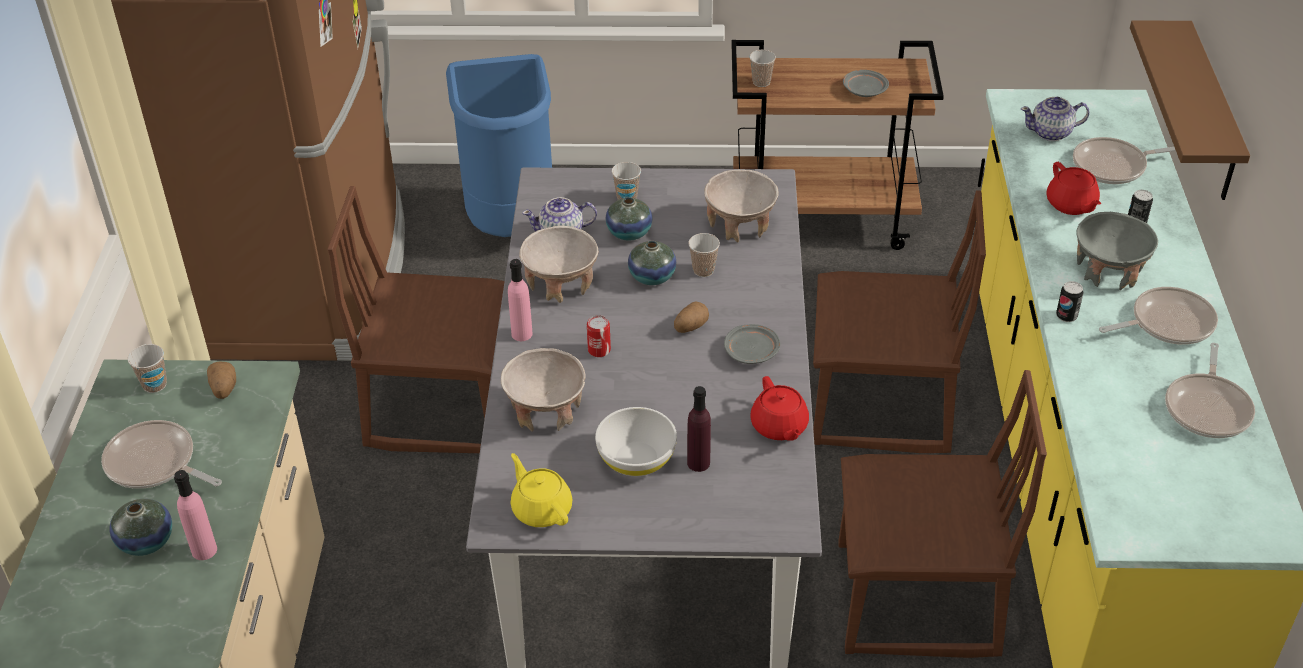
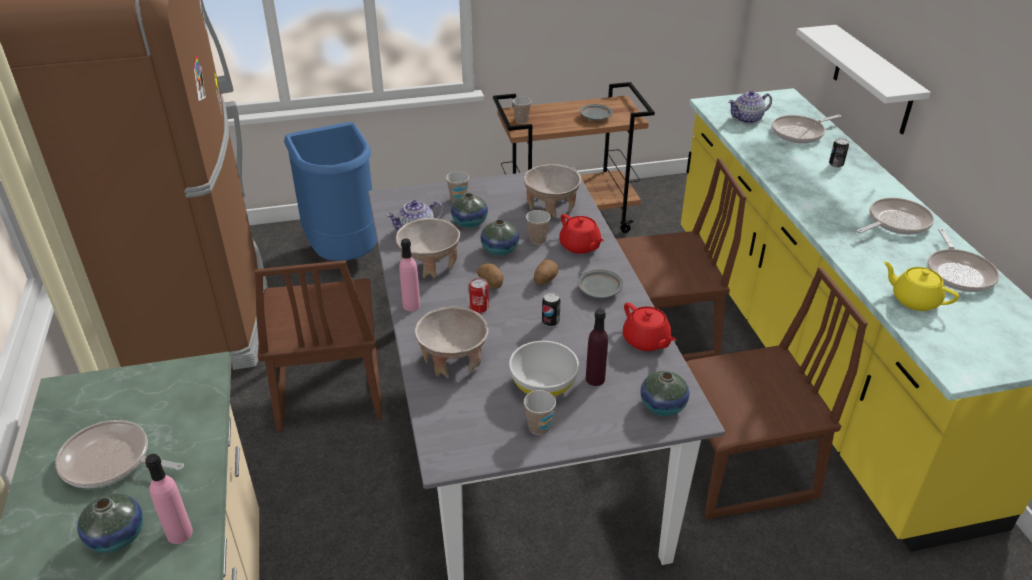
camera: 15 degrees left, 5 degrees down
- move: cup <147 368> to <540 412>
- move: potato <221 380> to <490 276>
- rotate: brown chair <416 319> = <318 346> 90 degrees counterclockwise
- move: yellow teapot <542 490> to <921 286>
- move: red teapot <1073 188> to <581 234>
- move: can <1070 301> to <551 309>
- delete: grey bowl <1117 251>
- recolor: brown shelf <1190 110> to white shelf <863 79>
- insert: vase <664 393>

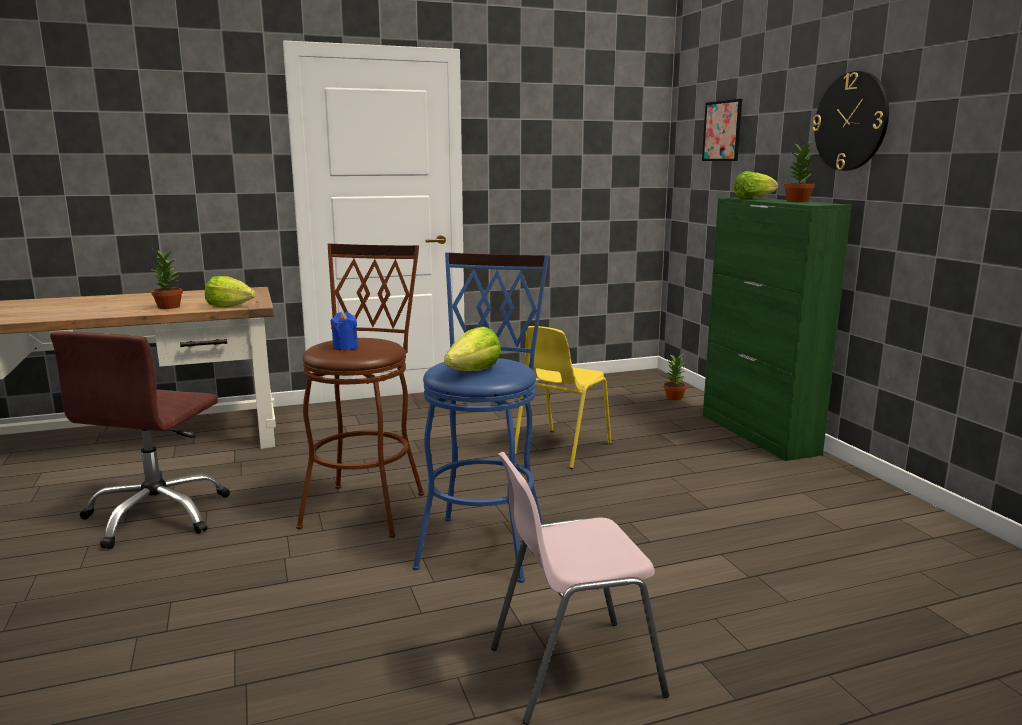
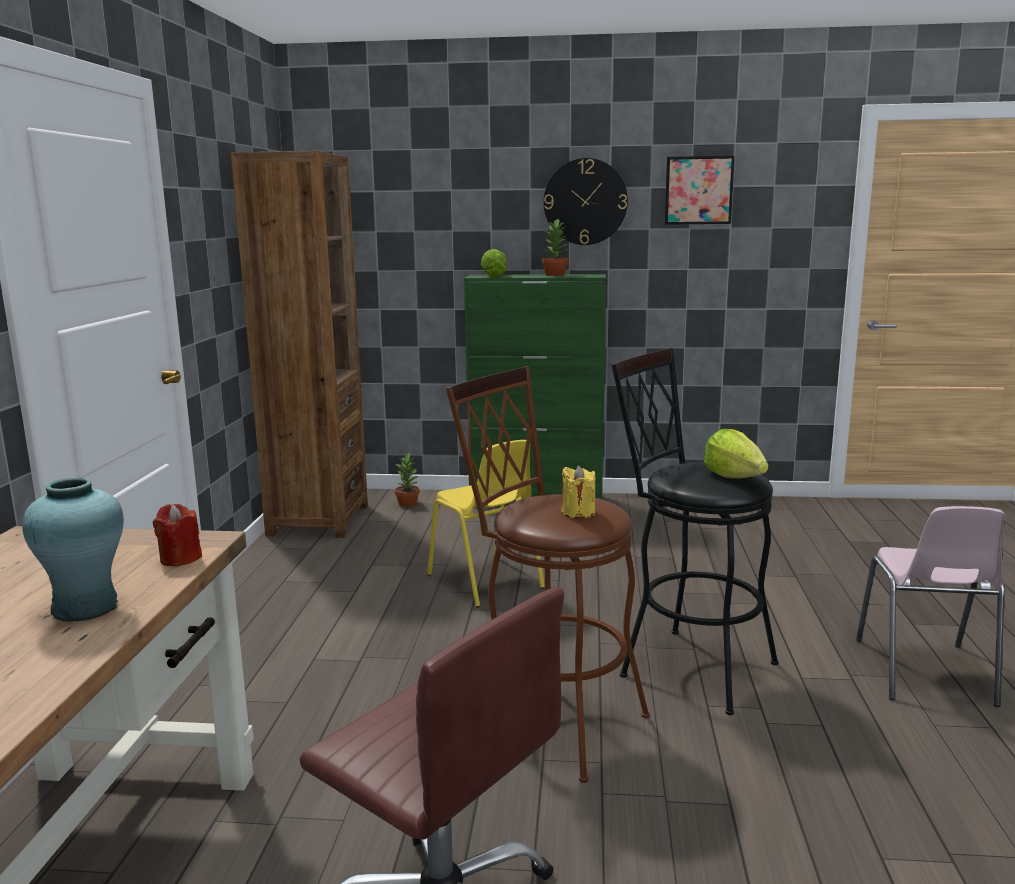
camera: 65 degrees left, 0 degrees up
- replace: potted plant <167 279> to turquoise vase <73 550>
- replace: lettuce <230 292> to red candle <177 535>
- recolor: blue candle <344 330> to yellow candle <578 492>
- recolor: blue stool <481 417> to black stool <695 531>
- move: picture <722 130> to <700 190>
- insert: brown bookcase <299 344>

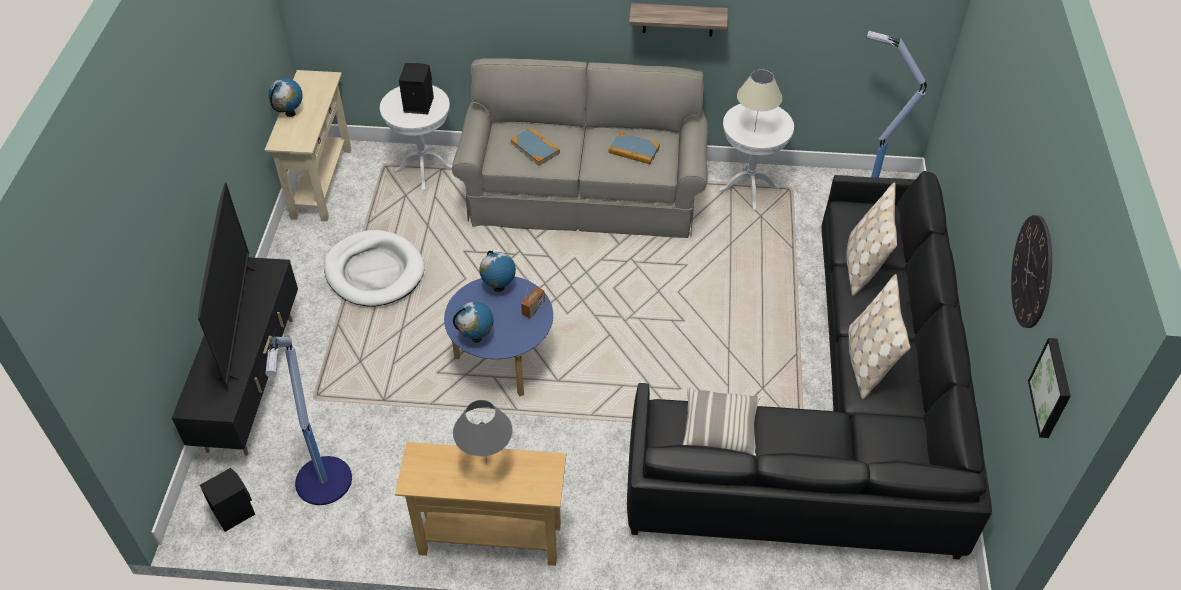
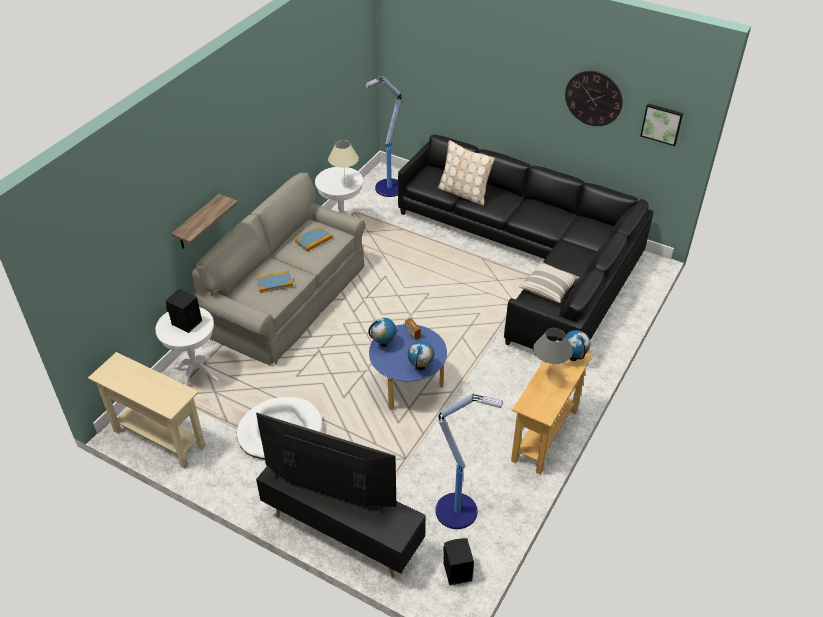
camera: 65 degrees left, 5 degrees down
- move: globe <286 97> to <578 345>
- move: shelf <678 19> to <204 221>
- delete: beige pillow <879 336>

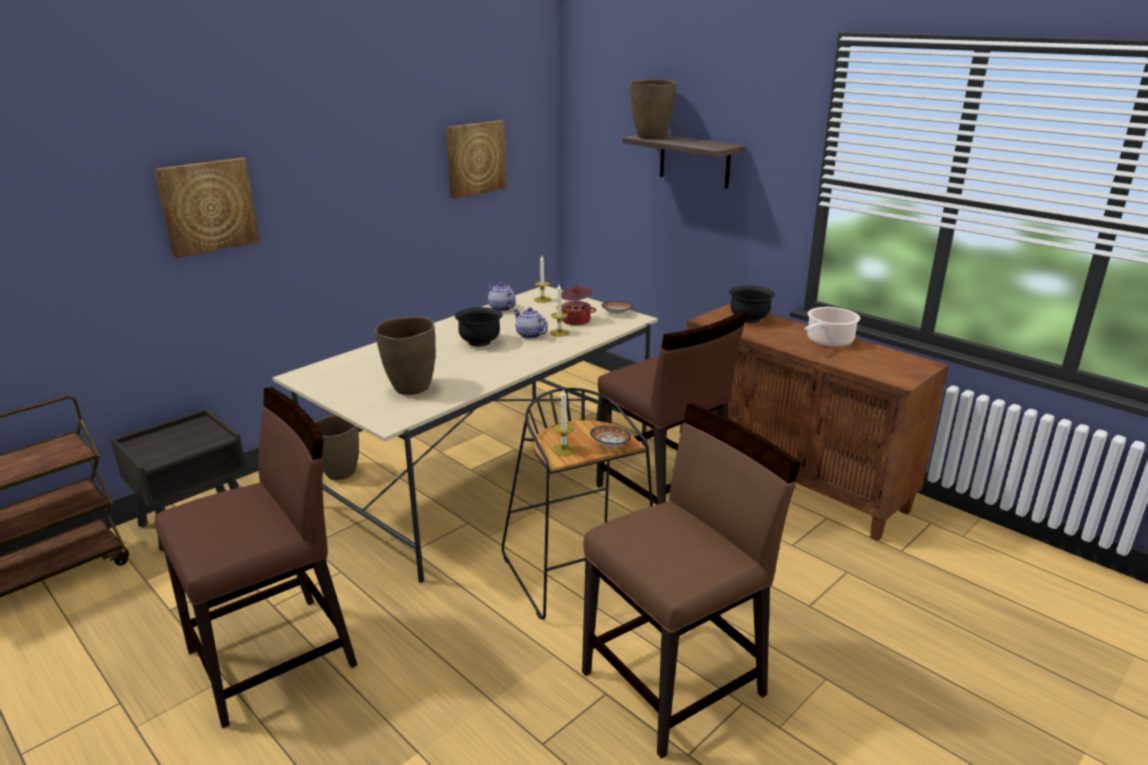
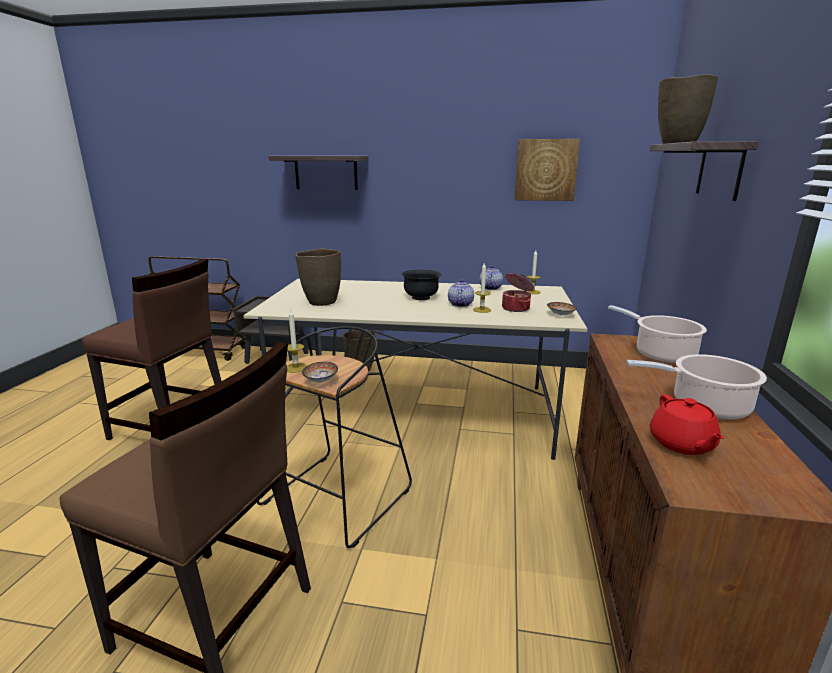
camera: 55 degrees right, 5 degrees down
- replace: picture <207 207> to shelf <318 173>
- delete: brown chair <671 407>
- replace: black bowl <752 304> to cooking pot <657 334>
- insert: red teapot <687 424>

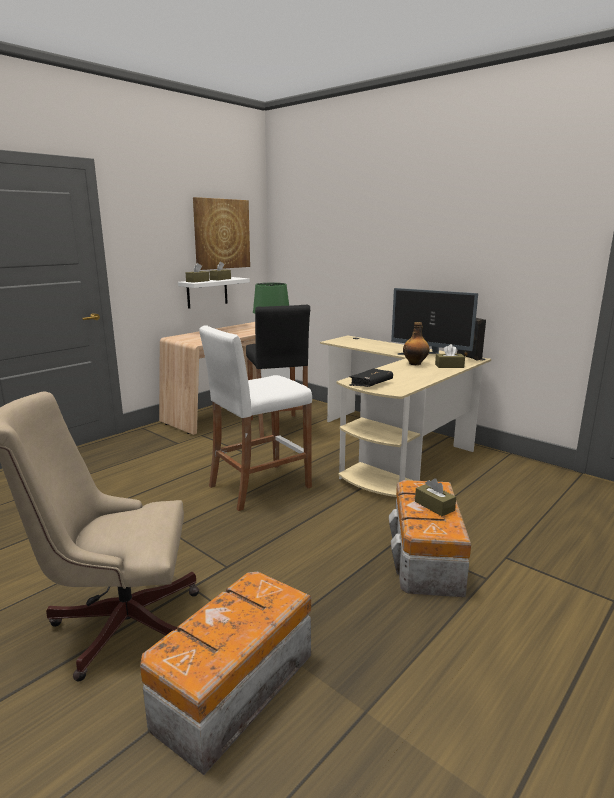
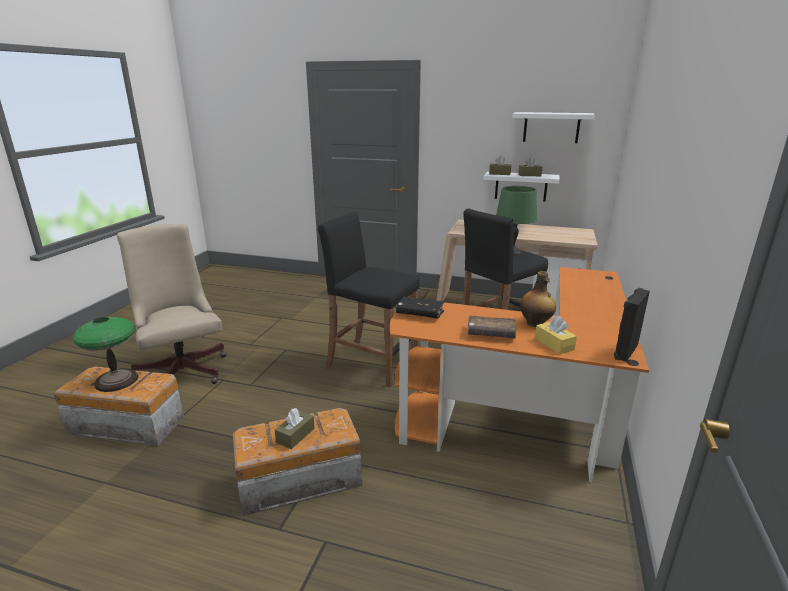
camera: 65 degrees right, 5 degrees up
- replace: picture <221 233> to white shelf <554 127>
- recolor: white stool <255 418> to black stool <369 299>
- recolor: beige desk <405 416> to orange desk <519 374>
- delete: monitor <434 321>
- recolor: brown tissue box <450 356> to yellow tissue box <556 335>
- insert: table lamp <105 354>
- insert: brown book <492 327>

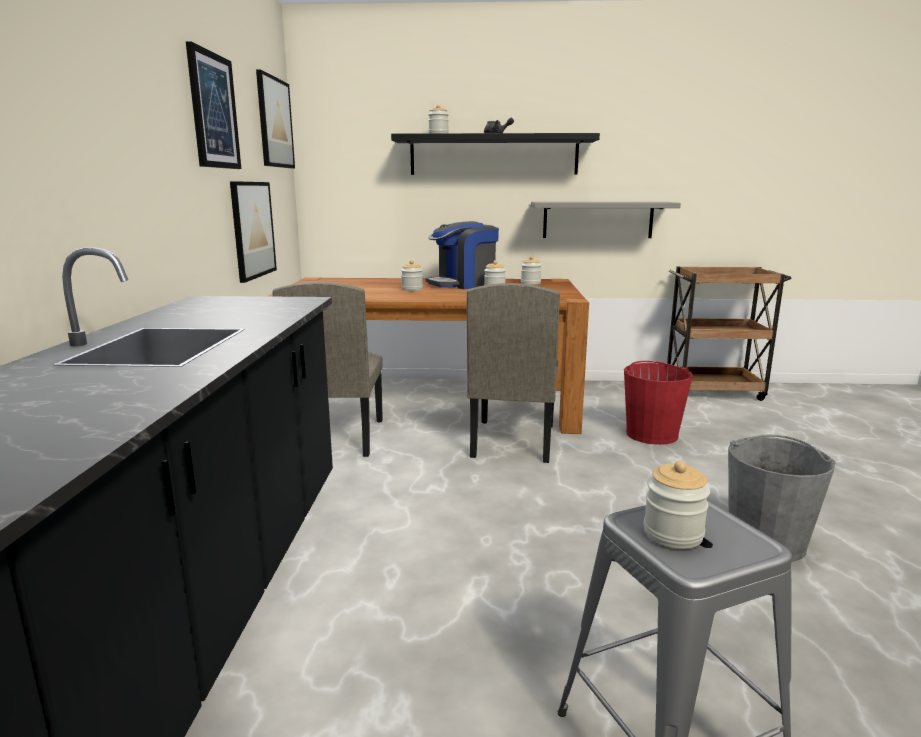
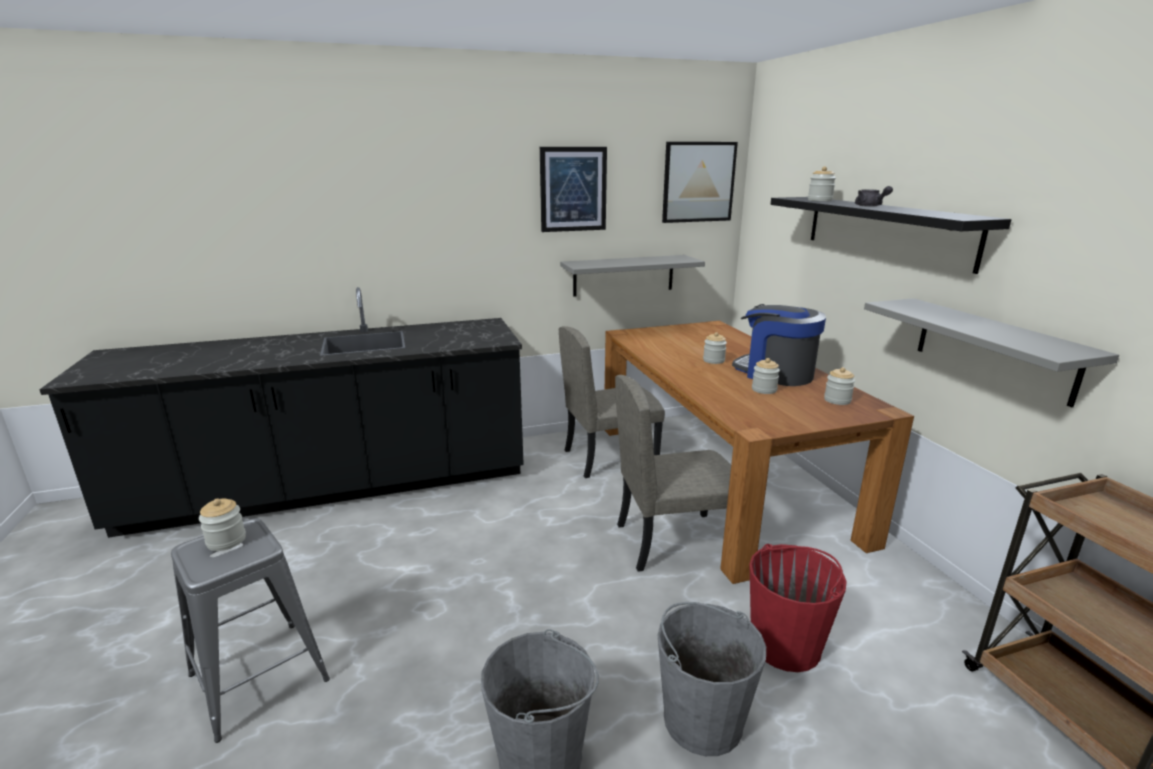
camera: 70 degrees right, 5 degrees up
- replace: picture <253 232> to grey shelf <632 276>
- insert: grey bucket <712 679>

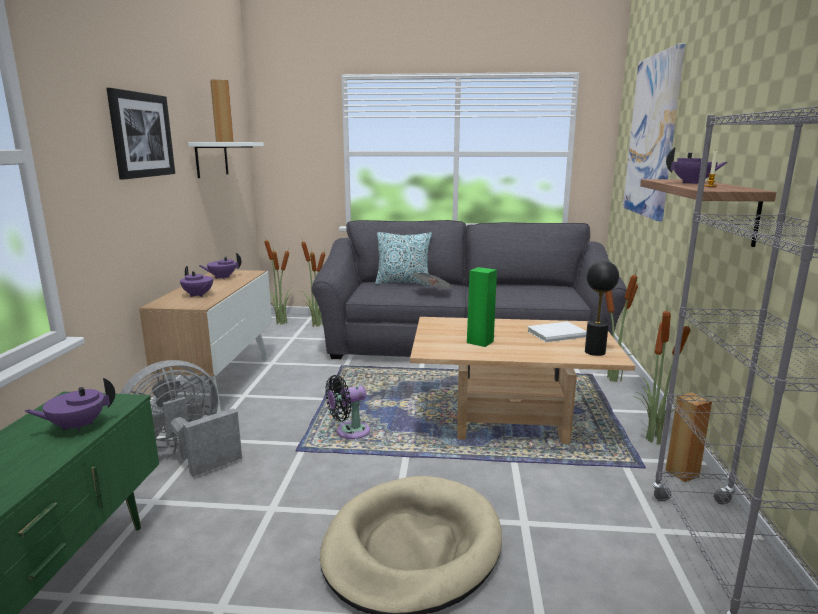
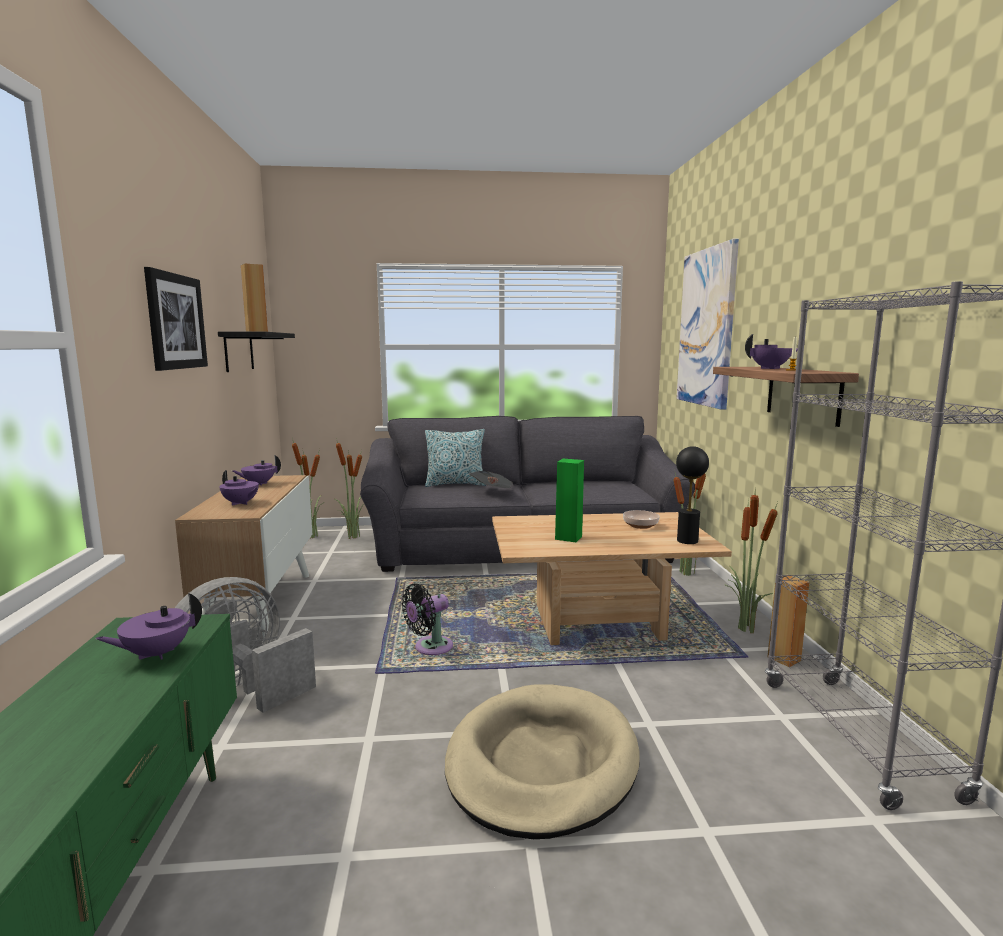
camera: 10 degrees left, 5 degrees down
- recolor: white shelf <226 160> to black shelf <256 351>
- replace: white book <557 332> to bowl <641 519>

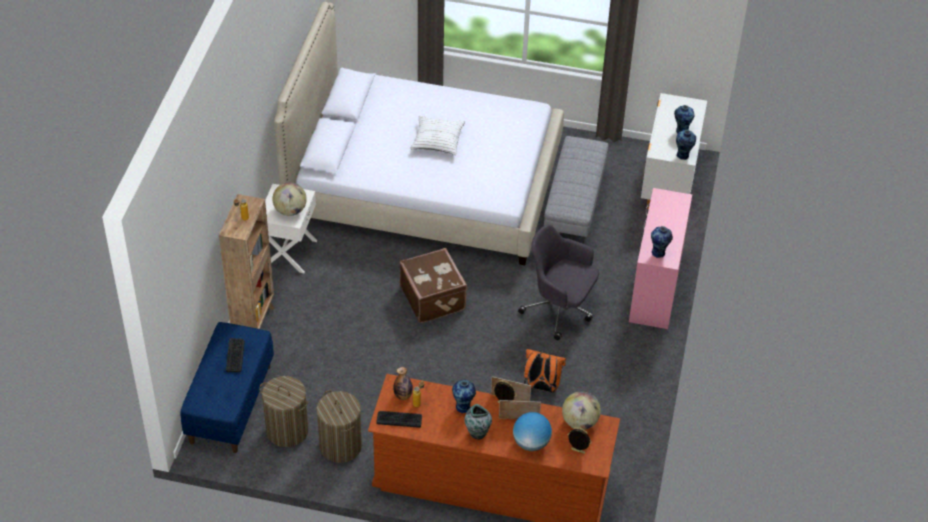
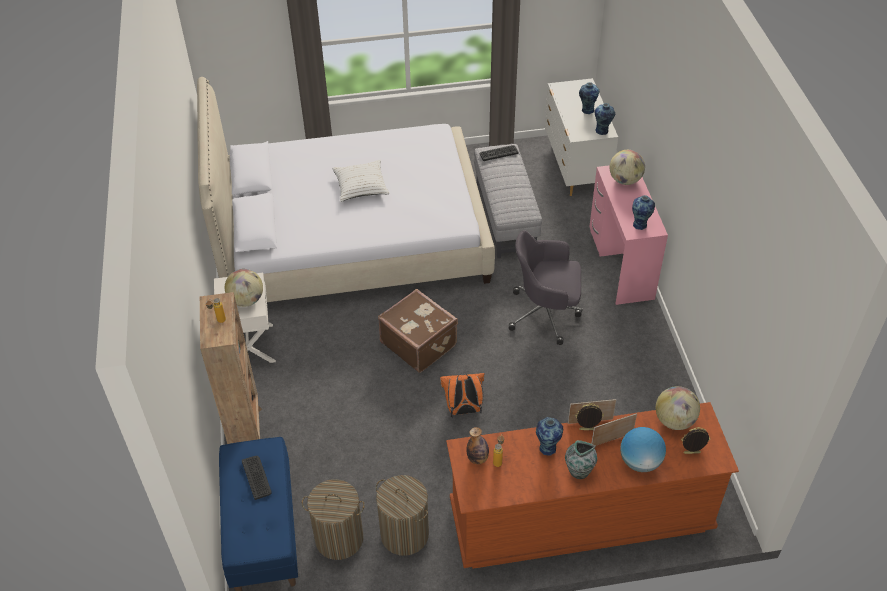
camera: 20 degrees left, 0 degrees up
- move: keyboard <399 419> to <499 153>
- move: orange backpack <545 371> to <462 395>
- insert: globe <627 167>

